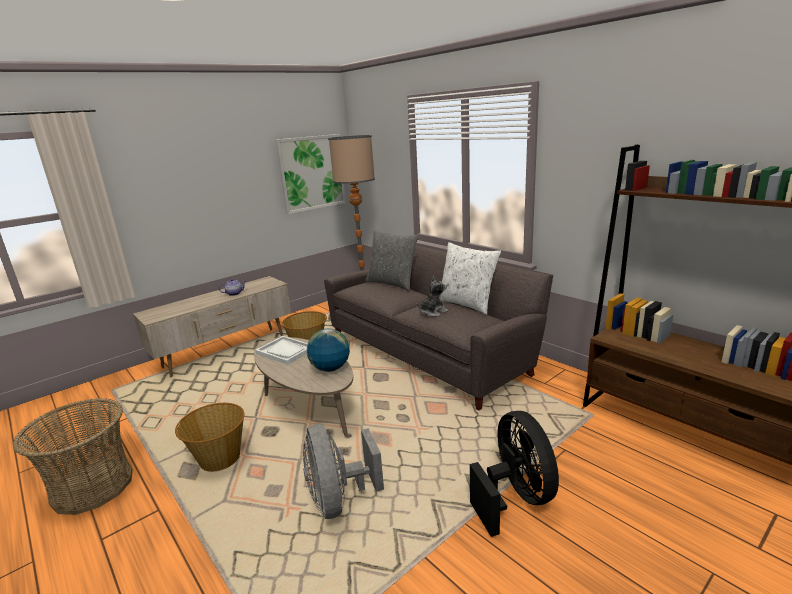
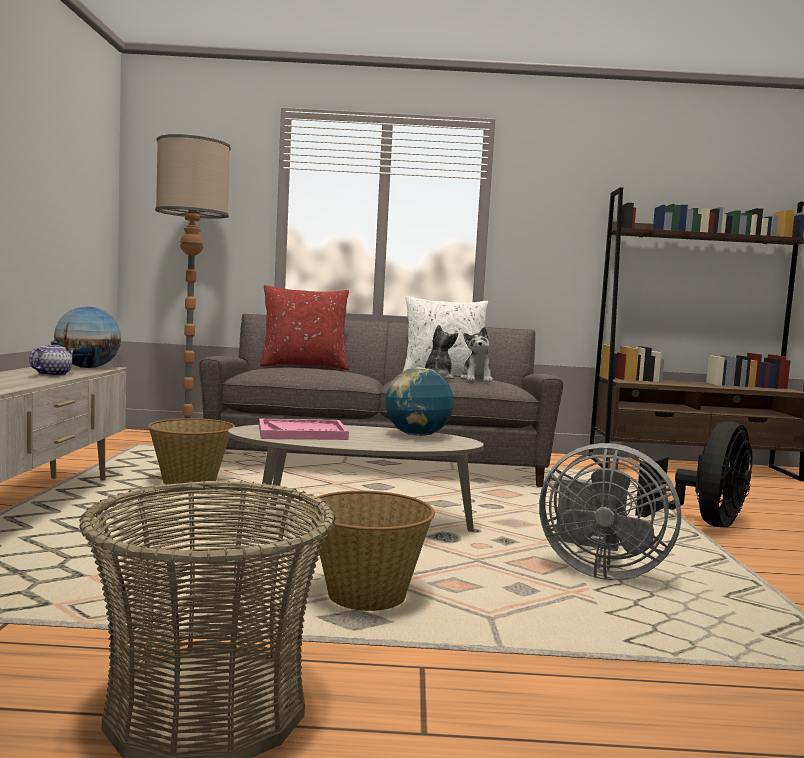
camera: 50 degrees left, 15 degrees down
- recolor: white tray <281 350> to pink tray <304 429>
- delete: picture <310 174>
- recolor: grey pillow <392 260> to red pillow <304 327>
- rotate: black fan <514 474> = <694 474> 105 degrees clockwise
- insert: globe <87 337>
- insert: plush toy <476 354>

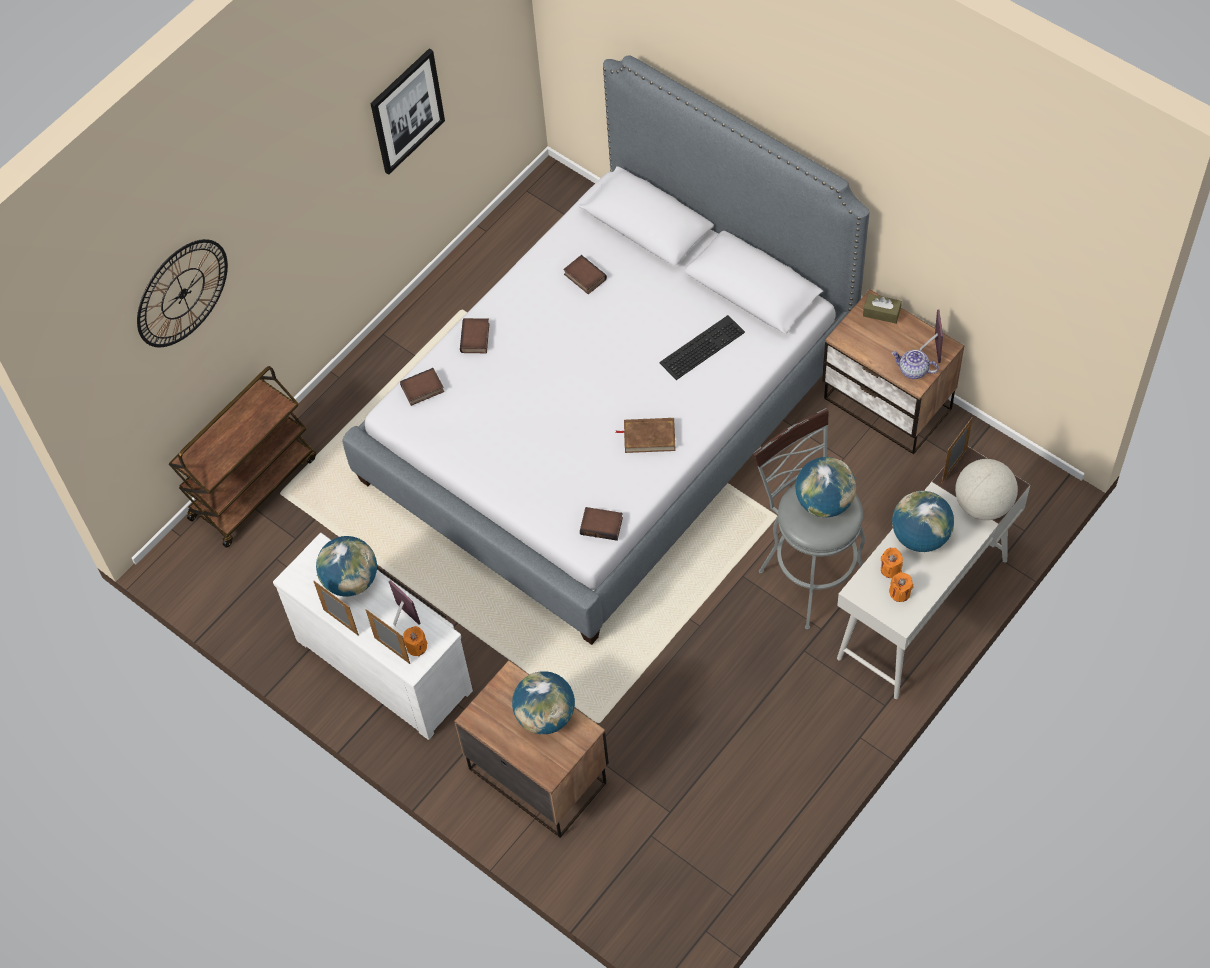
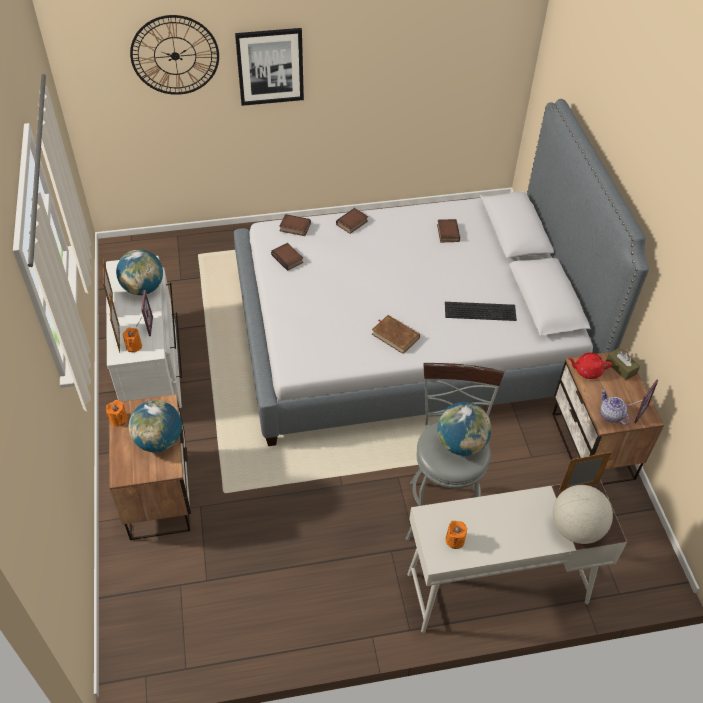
camera: 35 degrees right, 10 degrees down
- delete: brown cart <242 457>
- move: picture <407 111> to <269 67>
- move: book <601 524> to <287 257>
- move: orange candle <892 563> to <116 413>
- delete: globe <923 521>
- insert: red teapot <590 366>

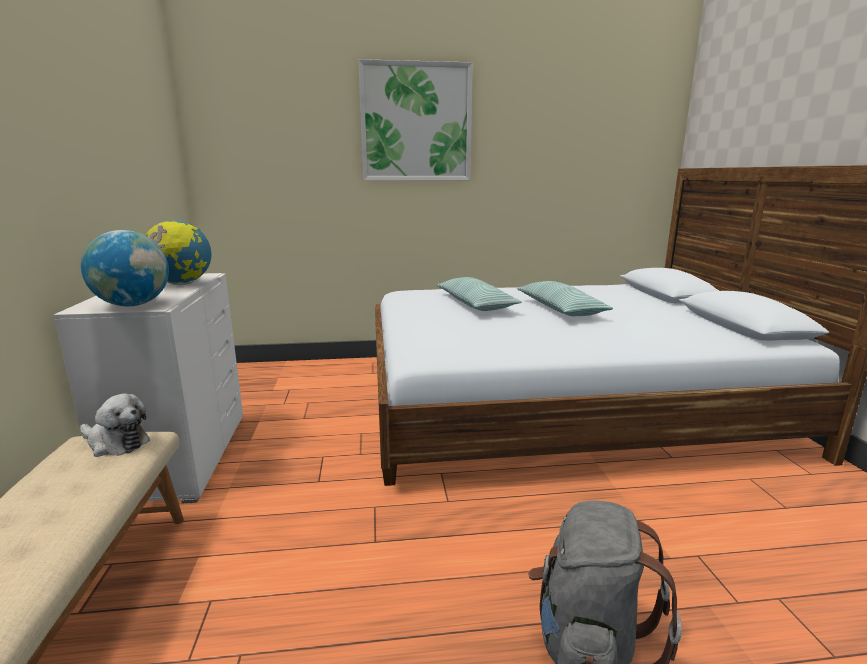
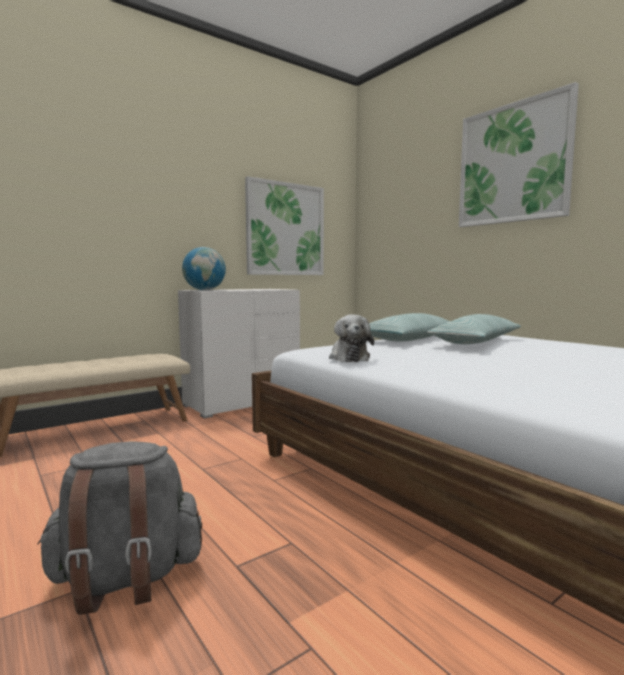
camera: 60 degrees right, 10 degrees down
- move: plush toy <115 425> to <351 338>
- delete: globe <178 253>
- move: pillow <564 298> to <409 327>
- insert: picture <284 225>

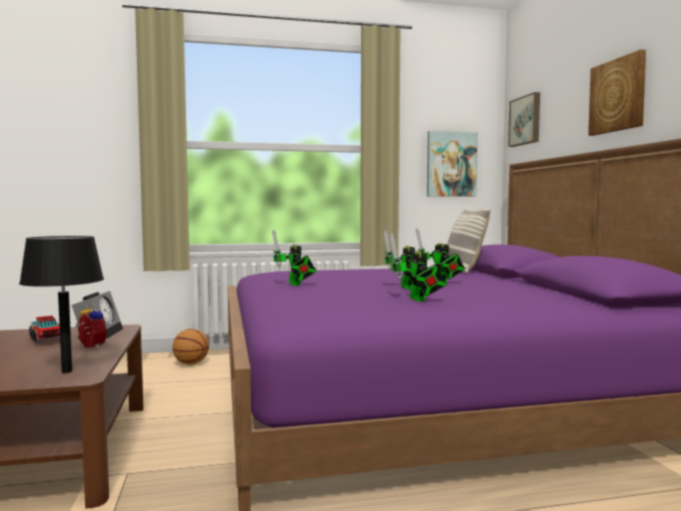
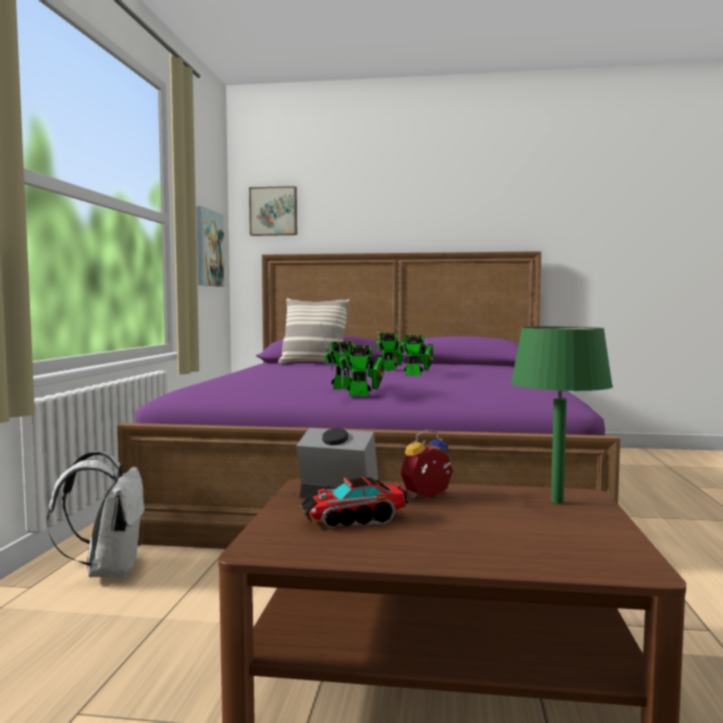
camera: 70 degrees left, 0 degrees up
- recolor: black table lamp <61 304> to green table lamp <562 415>
- replace: basketball <190 347> to white backpack <96 514>
- move: toy robot <418 266> to <359 361>
- delete: picture <617 92>

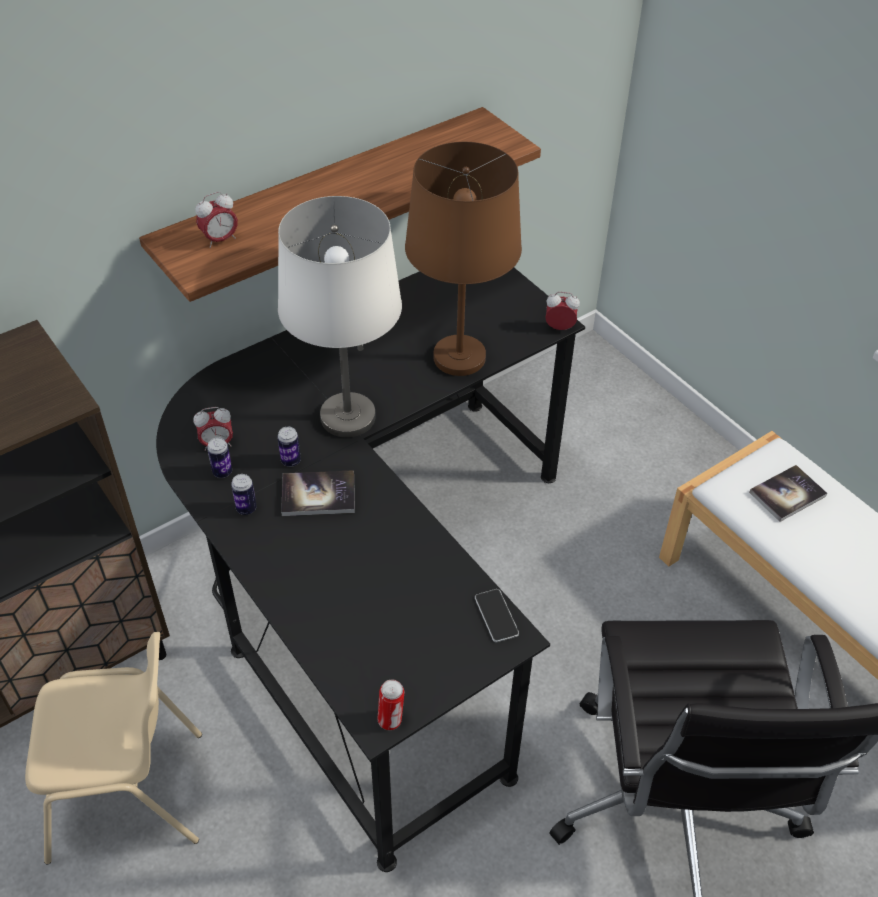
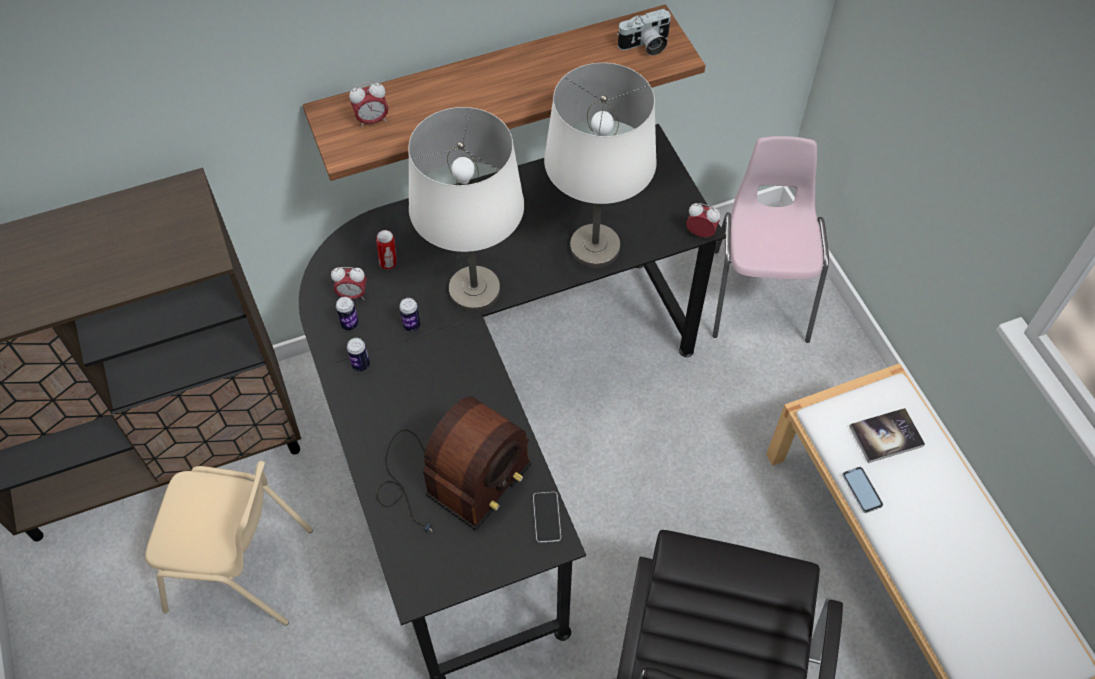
camera: 15 degrees right, 10 degrees up
- delete: book <318 493>
- move: can <391 705> to <386 250>
- recolor: brown table lamp <463 259> to white table lamp <600 165>
- insert: radio <453 464>
- insert: photo camera <644 32>
- insert: pink chair <771 239>
- insert: phone <862 490>

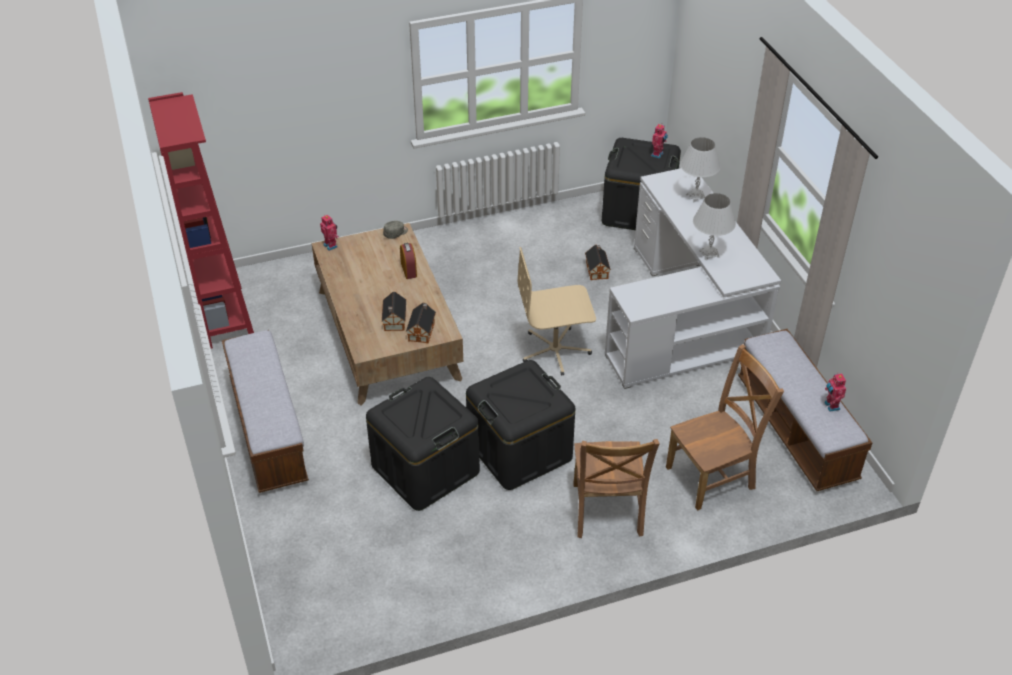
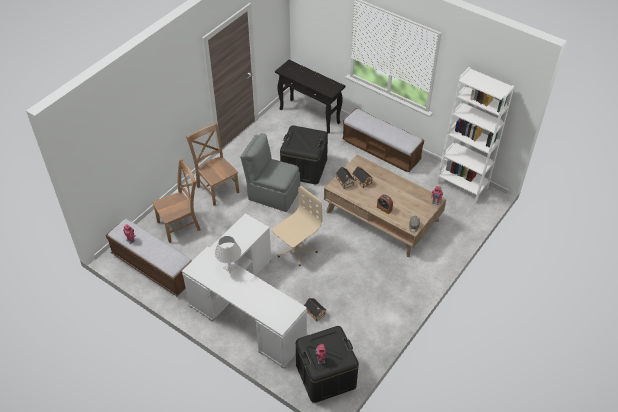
camera: 145 degrees right, 5 degrees up
- recolor: red bookcase <201 220> to white bookcase <475 135>
- replace: black storage box <520 425> to grey chair <270 172>
- rotate: brown chair <725 427> = <176 200> 150 degrees counterclockwise
- delete: white table lamp <700 169>
- insert: black console table <310 97>

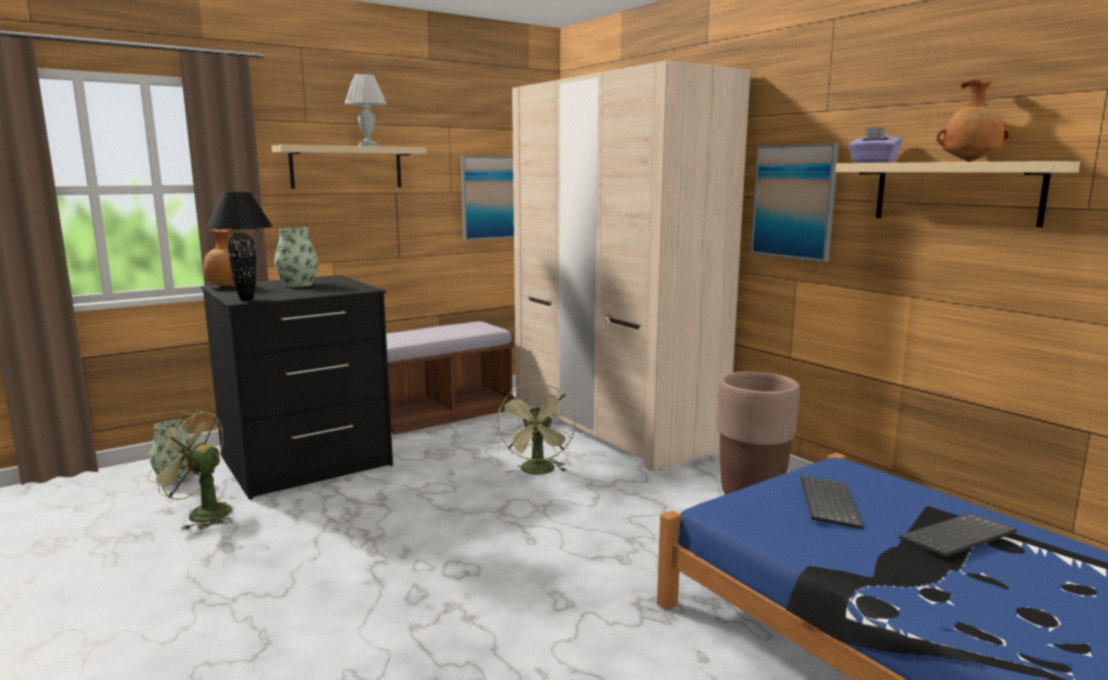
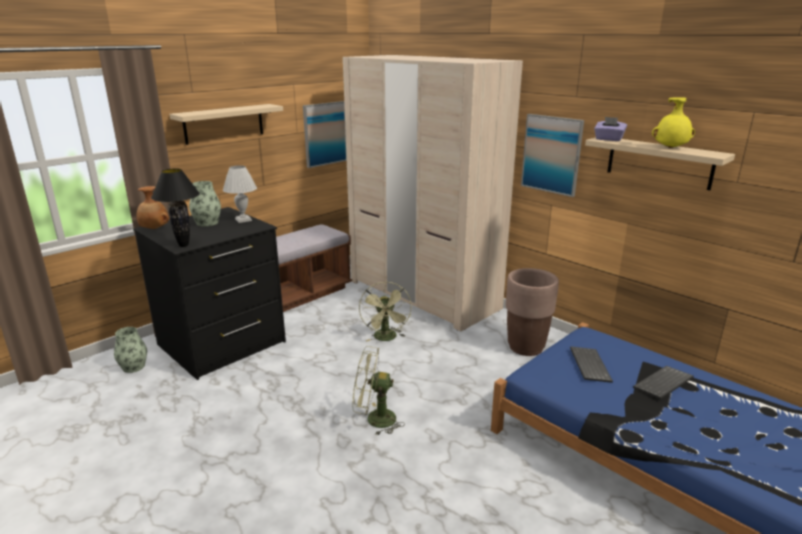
camera: 10 degrees left, 10 degrees up
- move: green fan <189 470> to <378 391>
- move: white table lamp <365 110> to <240 194>
- recolor: brown vase <973 121> to yellow vase <673 122>

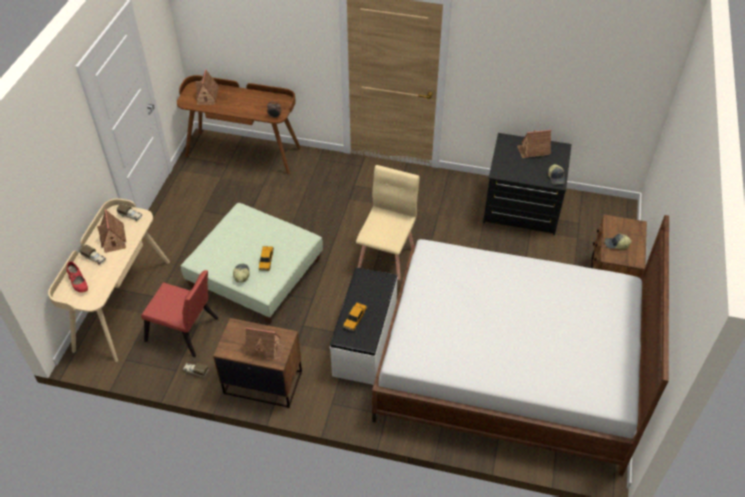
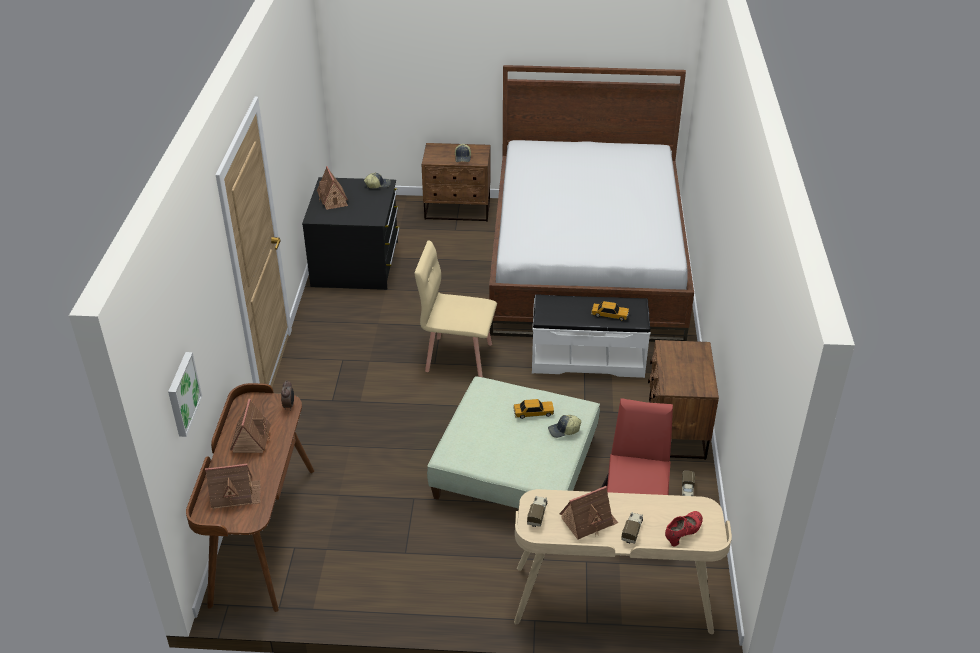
camera: 100 degrees left, 10 degrees down
- move: toy house <265 344> to <250 426>
- insert: picture <185 394>

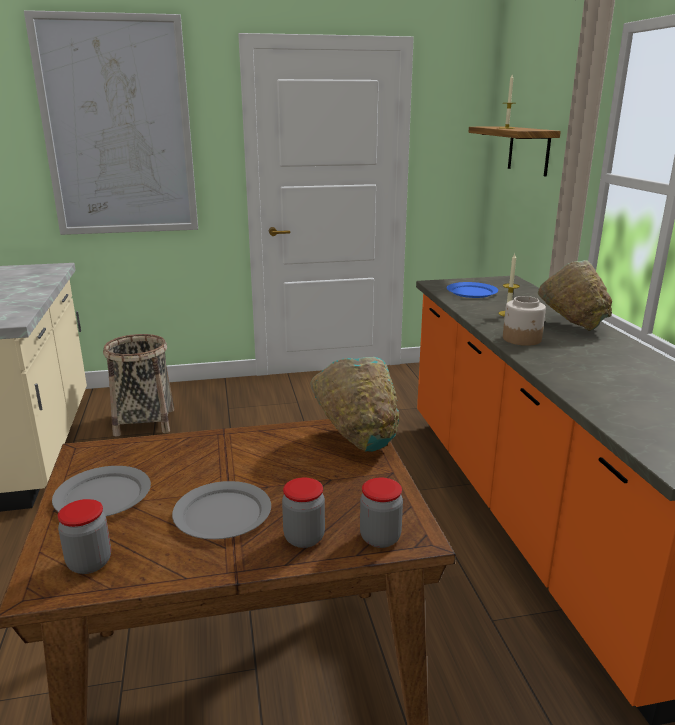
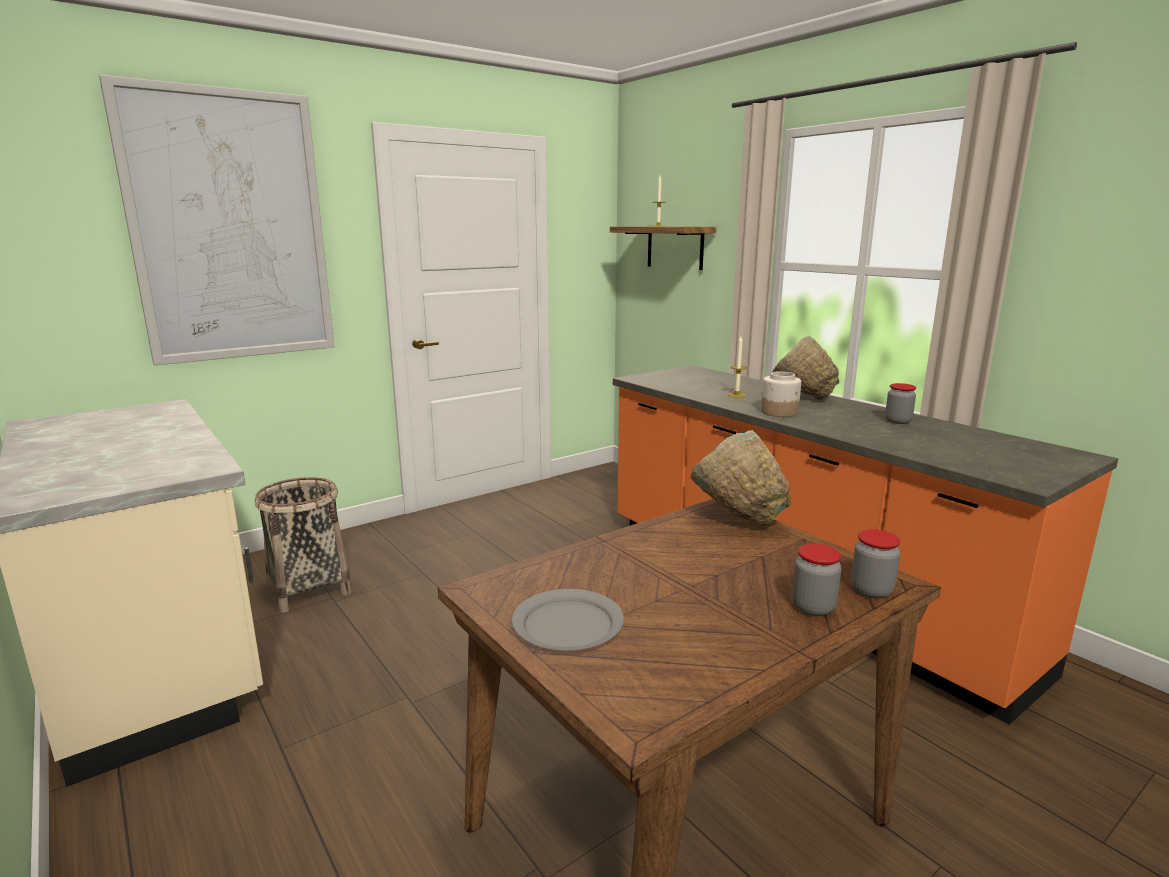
camera: 25 degrees left, 5 degrees down
- move: jar <84 536> to <900 403>
- delete: grey plate <221 510>
- delete: blue plate <472 290>

